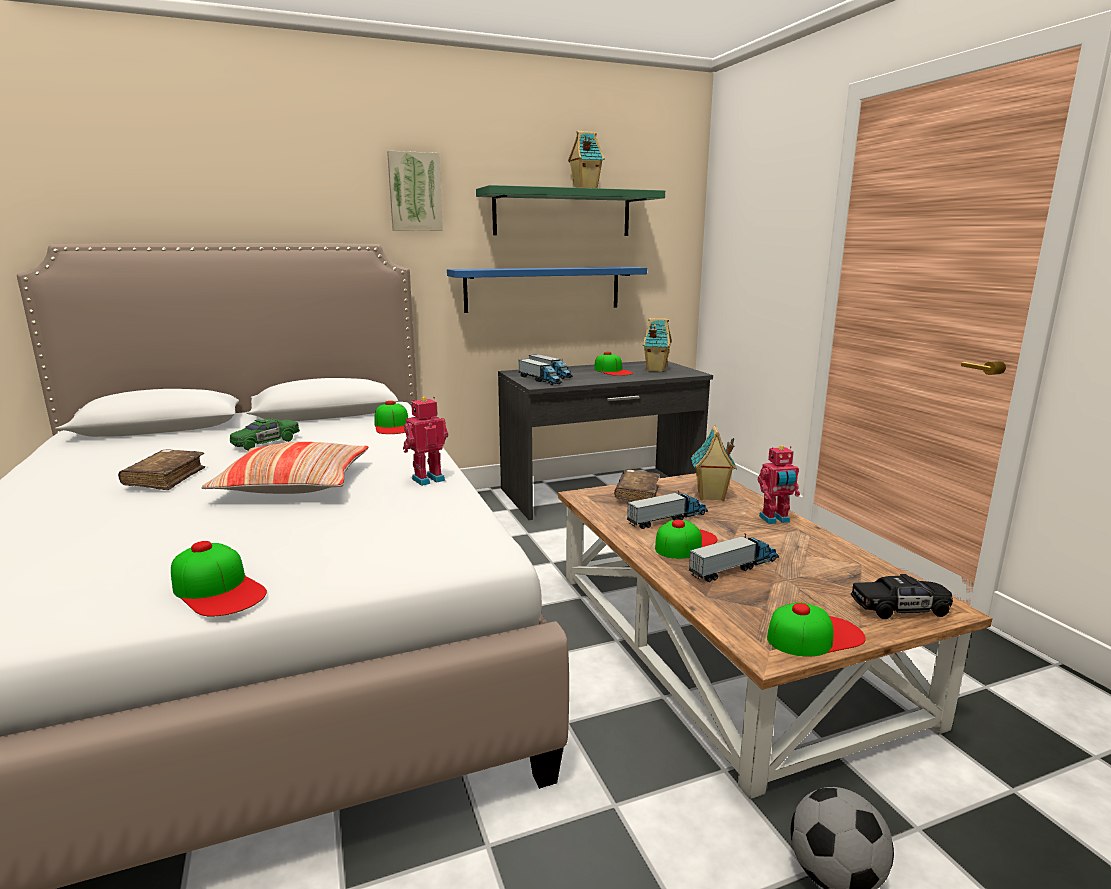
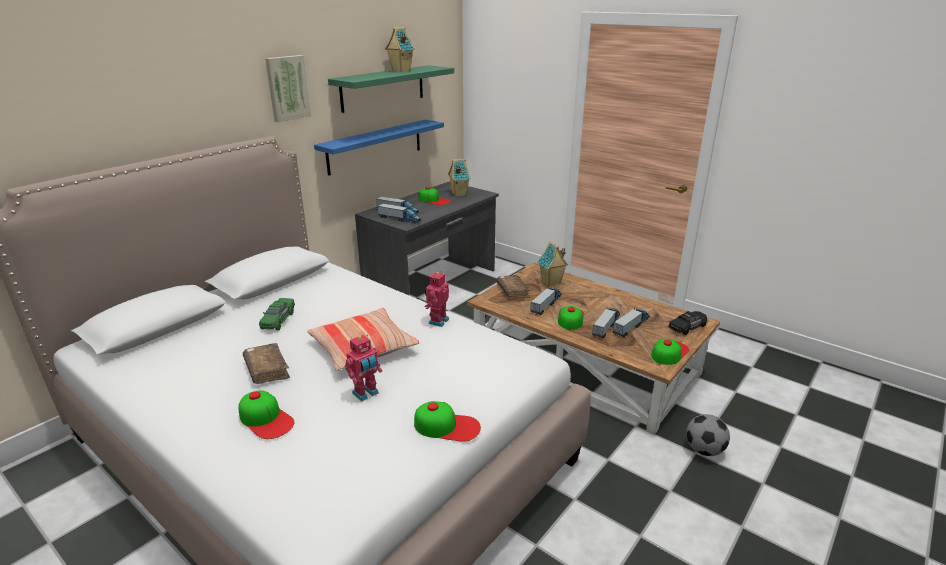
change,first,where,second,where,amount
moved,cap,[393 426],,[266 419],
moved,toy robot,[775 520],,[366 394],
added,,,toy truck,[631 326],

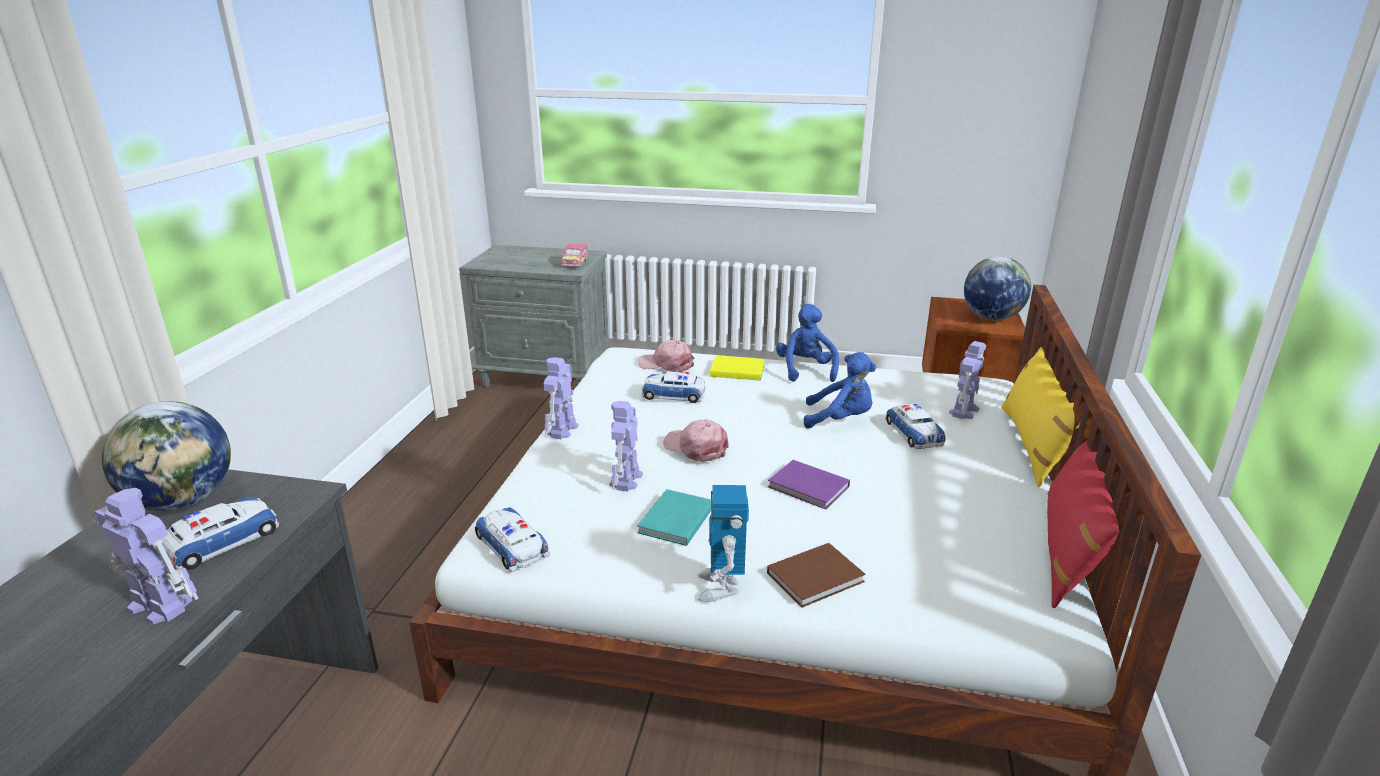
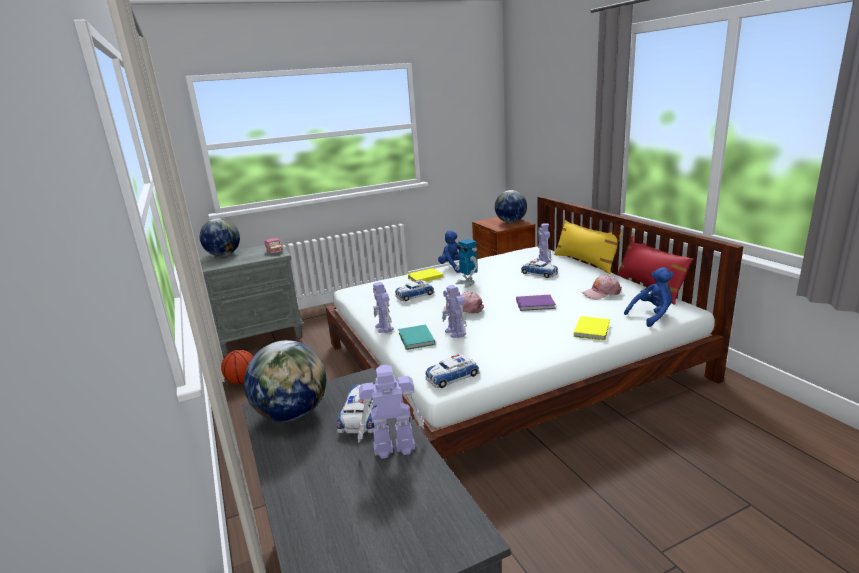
change,first,where,second,where,amount
added,,,globe,[223 255],
added,,,basketball,[242 381],
moved,turquoise book,[674 520],,[416 339],
turned,toy car,[511 545],,[452 376],45 degrees counterclockwise
moved,toy robot,[721 587],,[467 283],
recoloured,brown book,[818 577],yellow book,[592 329],
moved,pink cap,[666 364],,[601 293],
moved,blue plush toy,[840 419],,[652 316],

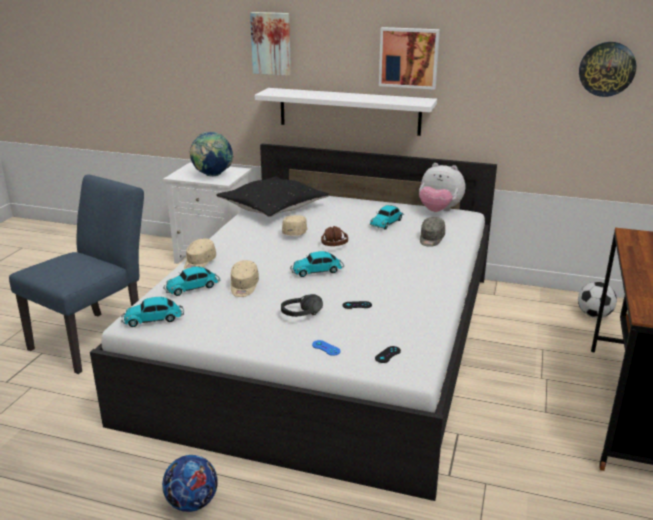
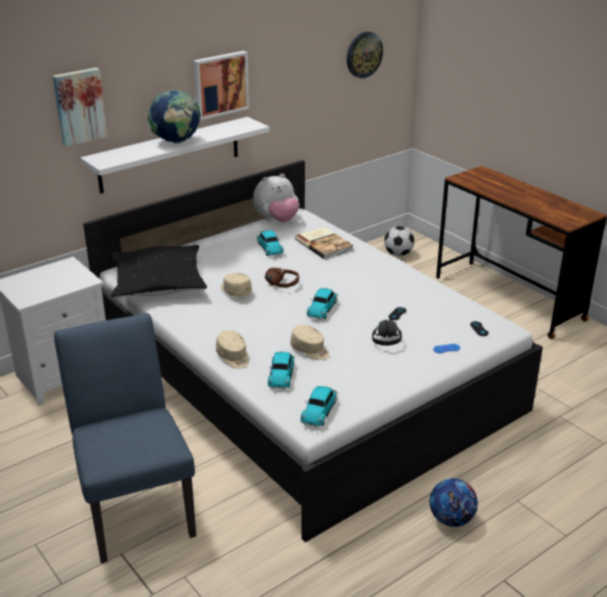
change,first,where,second,where,amount
moved,globe,[212 175],,[176 142],
replaced,grey cap,[431 239],book,[324 244],

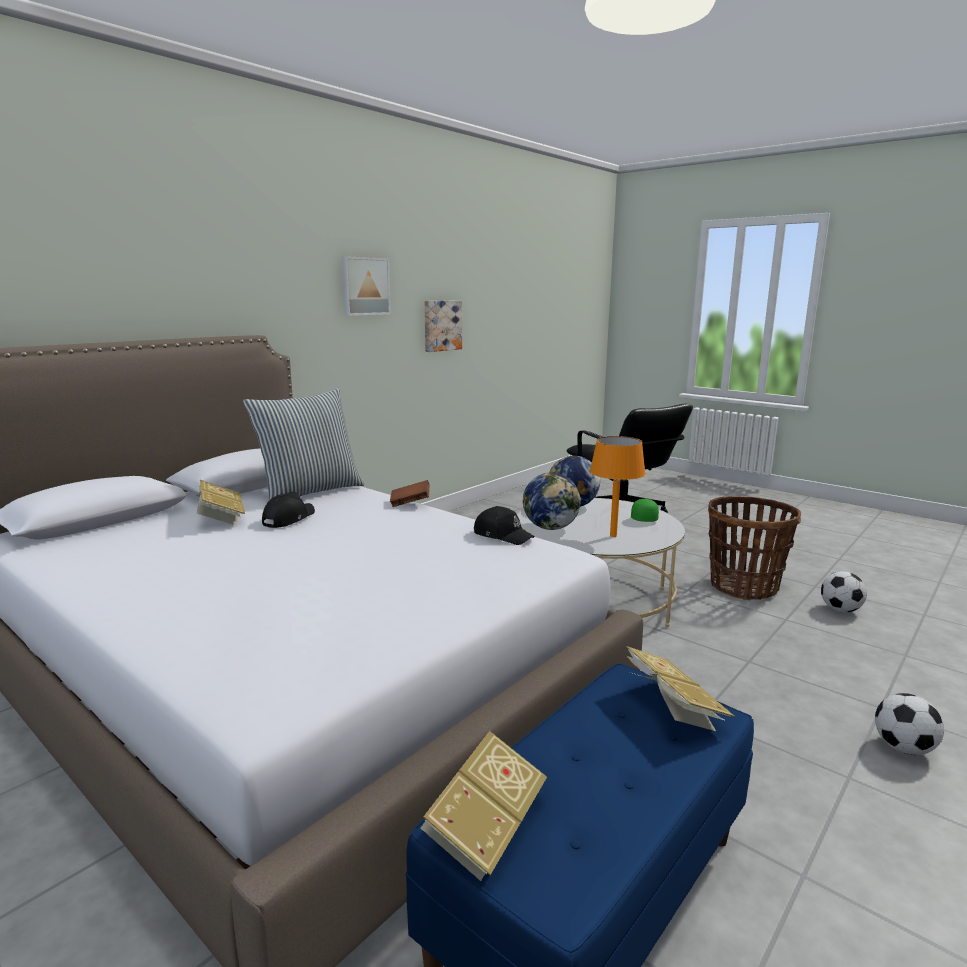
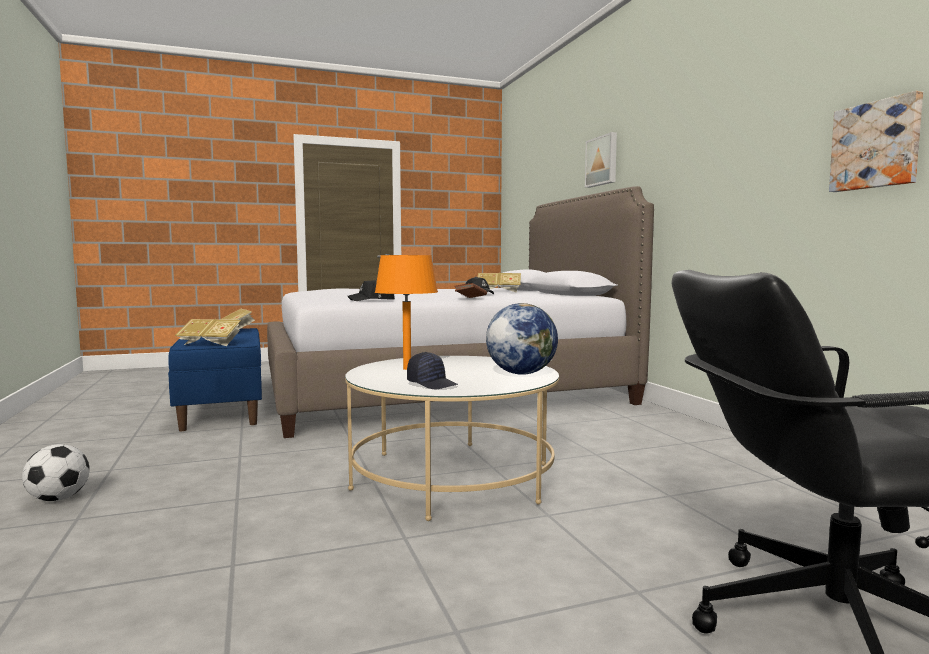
change,first,where,second,where,amount
recoloured,green cap,[643 518],black cap,[432 384],
moved,picture,[364 286],,[602 161],
removed,pillow,[310 492],,,
removed,globe,[551 528],,,
removed,basket,[743 587],,,
removed,football,[840 610],,,

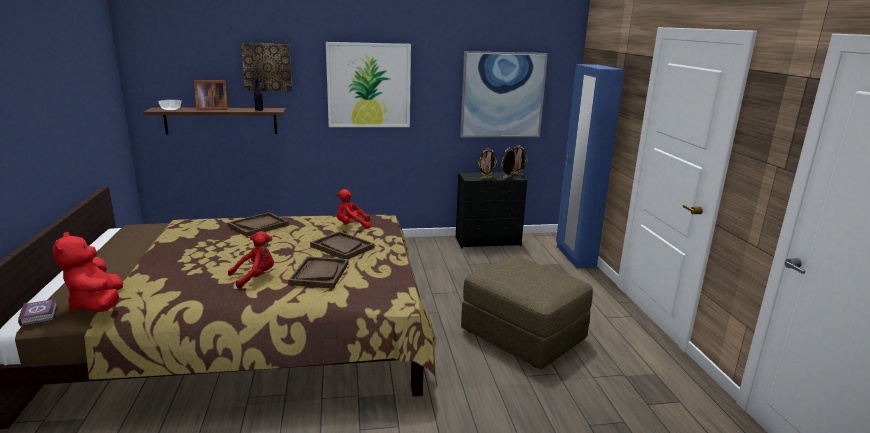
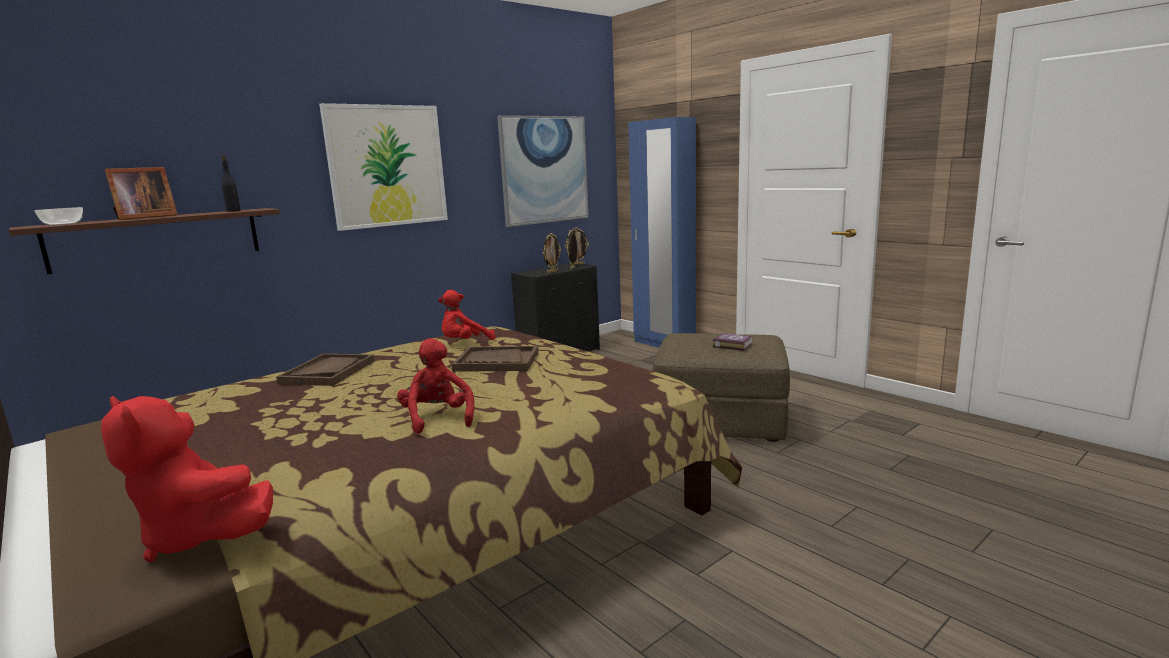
change,first,where,second,where,amount
turned,red plush toy,[255 277],,[438 418],45 degrees counterclockwise
moved,book,[40 315],,[732 345],
removed,picture,[267 67],,,
removed,brown tray,[319 274],,,

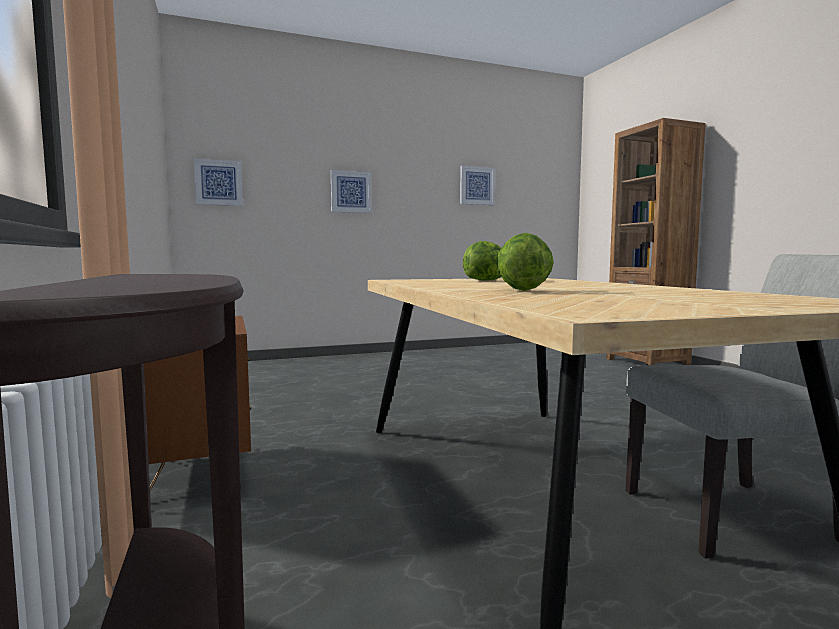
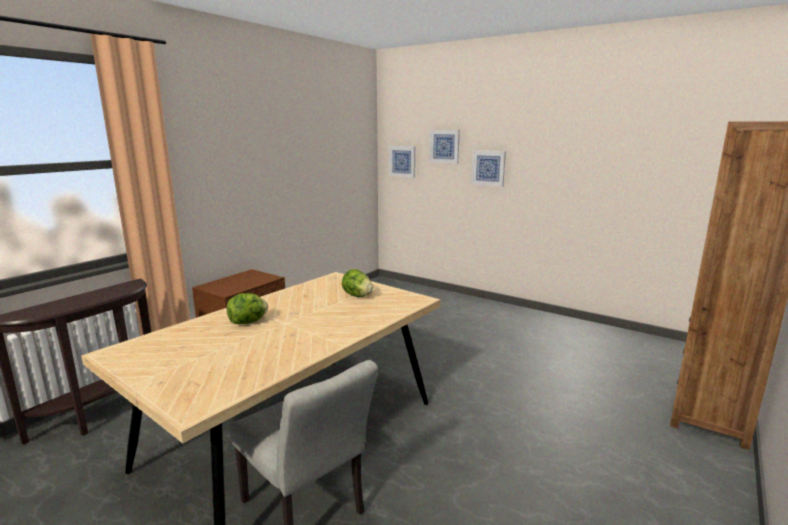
change,first,where,second,where,amount
moved,picture,[477 185],,[444 146],

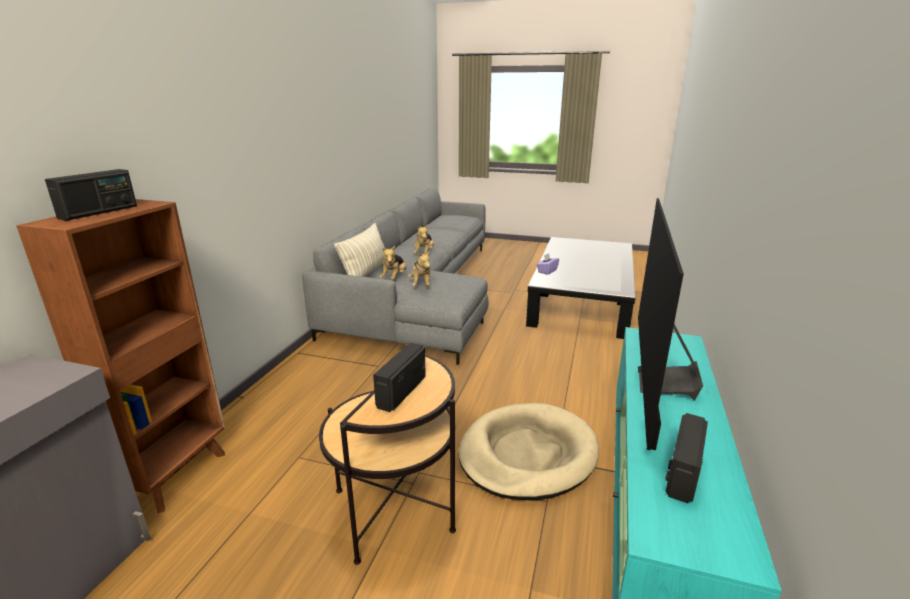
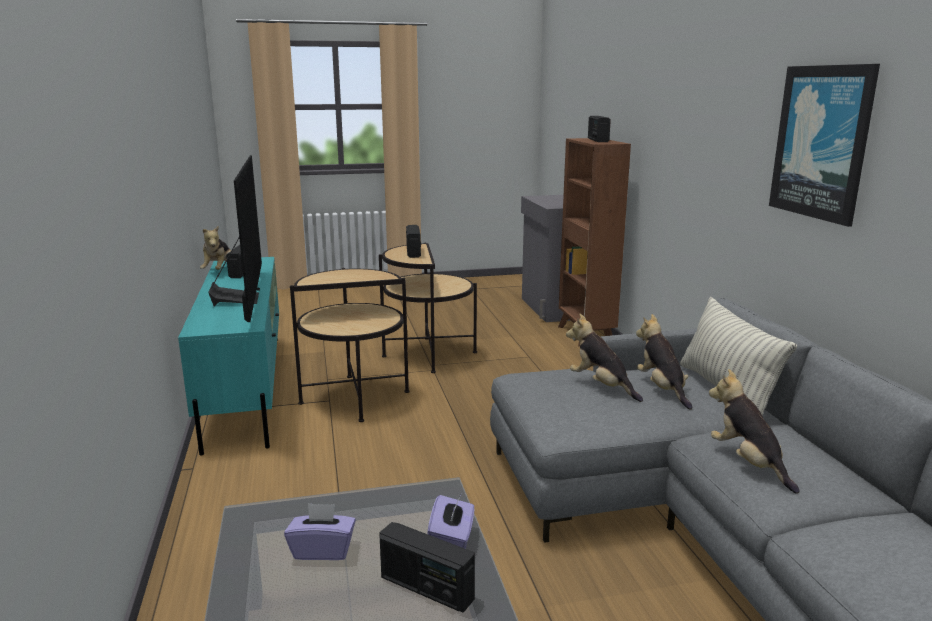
change,first,where,second,where,amount
added,,,plush toy,[219 270],
added,,,purple tissue box,[322 550],
replaced,beige dog bed,[527 454],side table,[354 397],
added,,,radio,[426 588],
added,,,picture,[822 142],

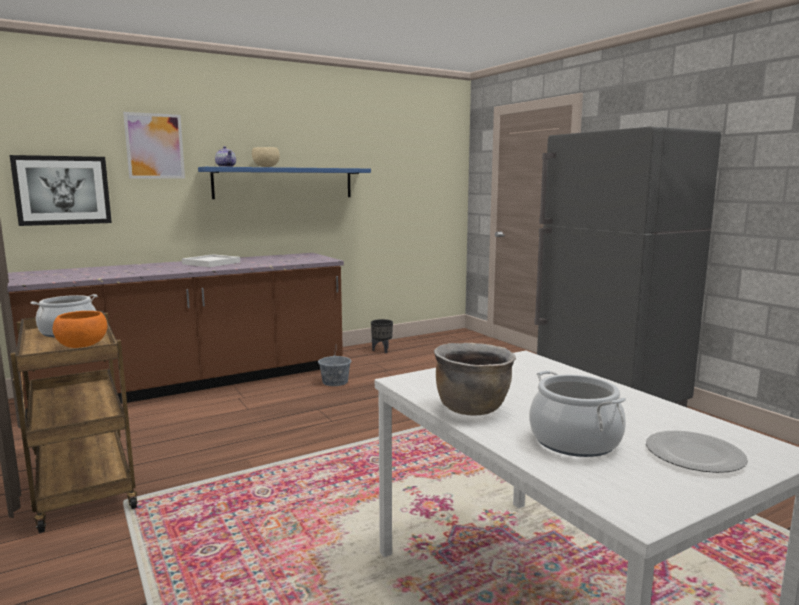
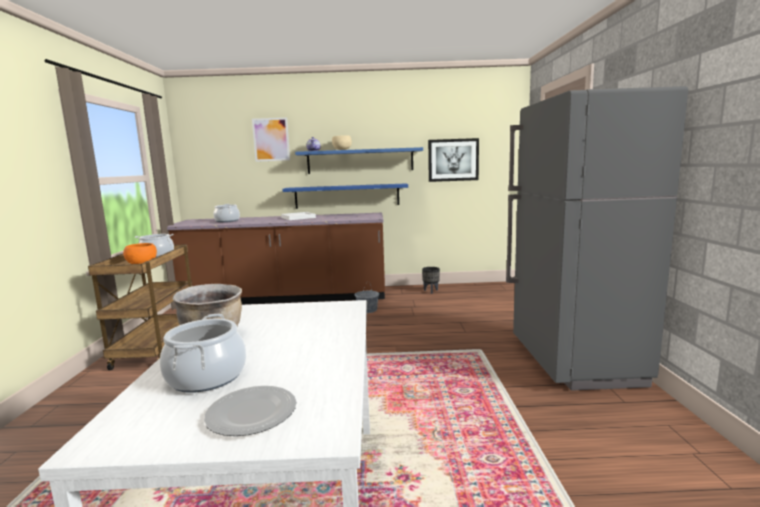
change,first,where,second,where,amount
added,,,cooking pot,[227 221],
added,,,blue shelf,[347 196],
moved,picture,[62 190],,[453 160],

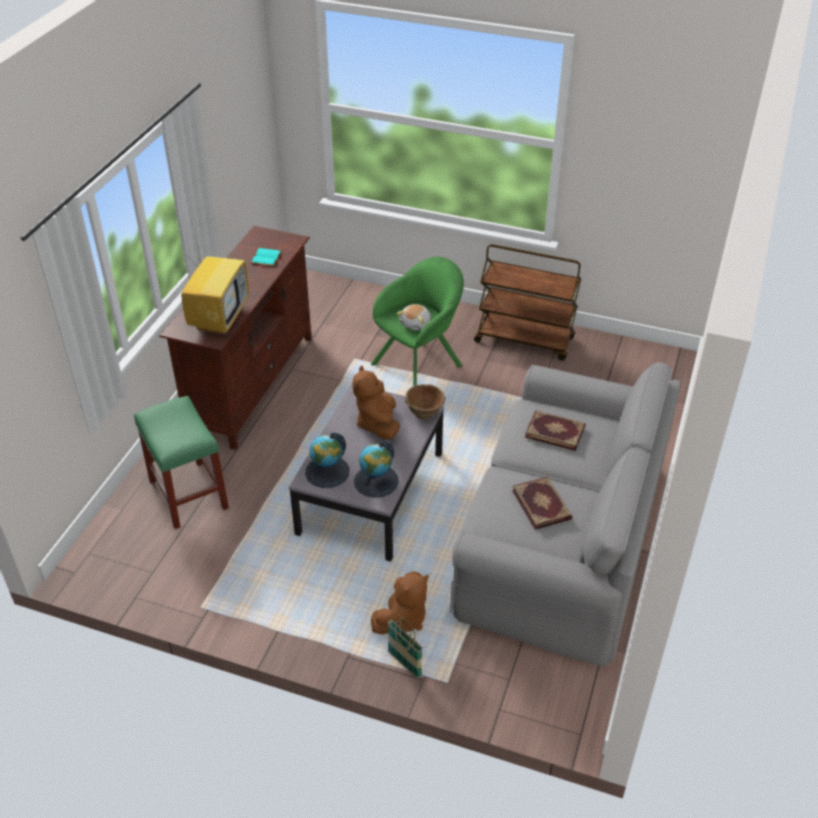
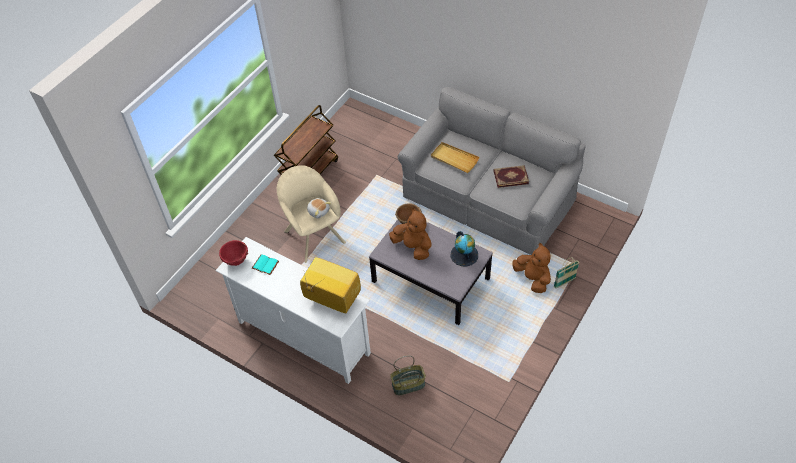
change,first,where,second,where,amount
recoloured,brown tv stand,[251 384],white tv stand,[303 338],
added,,,red bowl,[236 260],
recoloured,green armchair,[420 363],beige armchair,[313 234],
turned,brown plush toy,[378 424],,[413 247],150 degrees counterclockwise
replaced,green stool,[189 495],basket,[408 384],
replaced,book,[555 431],beige tray,[454 159],
removed,globe,[327 472],,,

